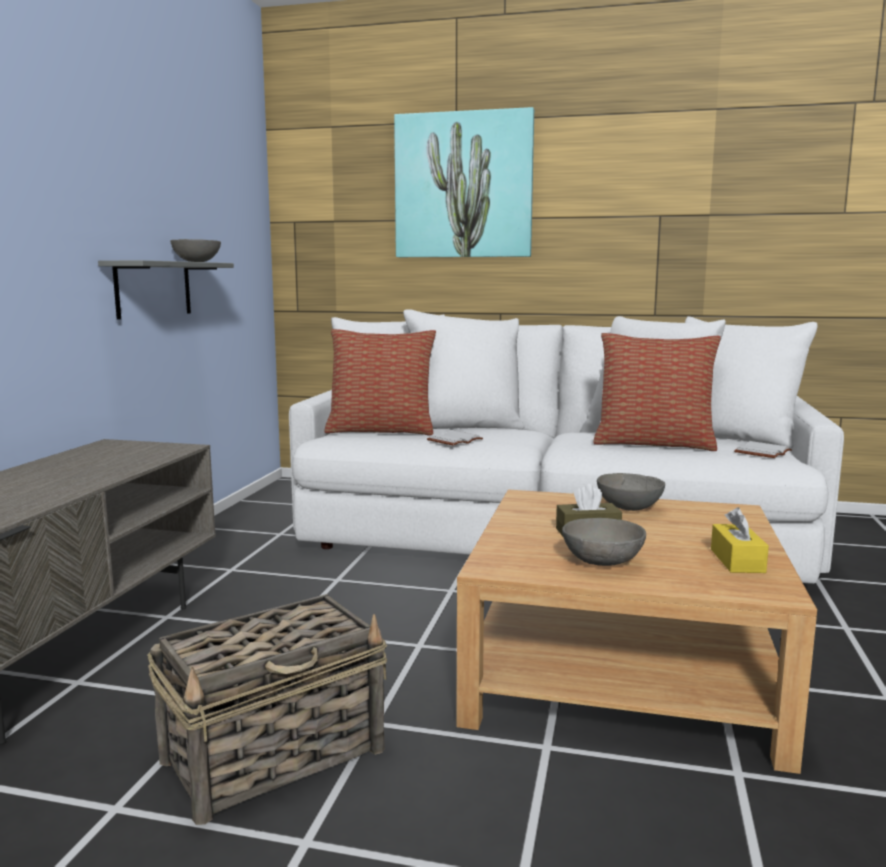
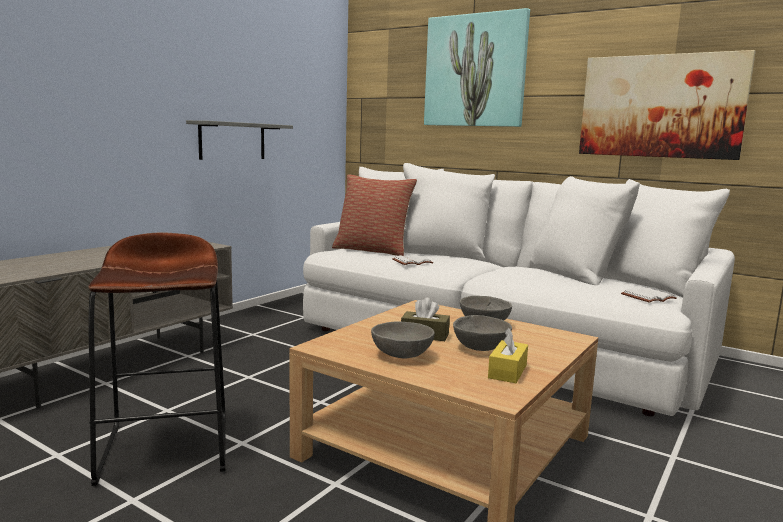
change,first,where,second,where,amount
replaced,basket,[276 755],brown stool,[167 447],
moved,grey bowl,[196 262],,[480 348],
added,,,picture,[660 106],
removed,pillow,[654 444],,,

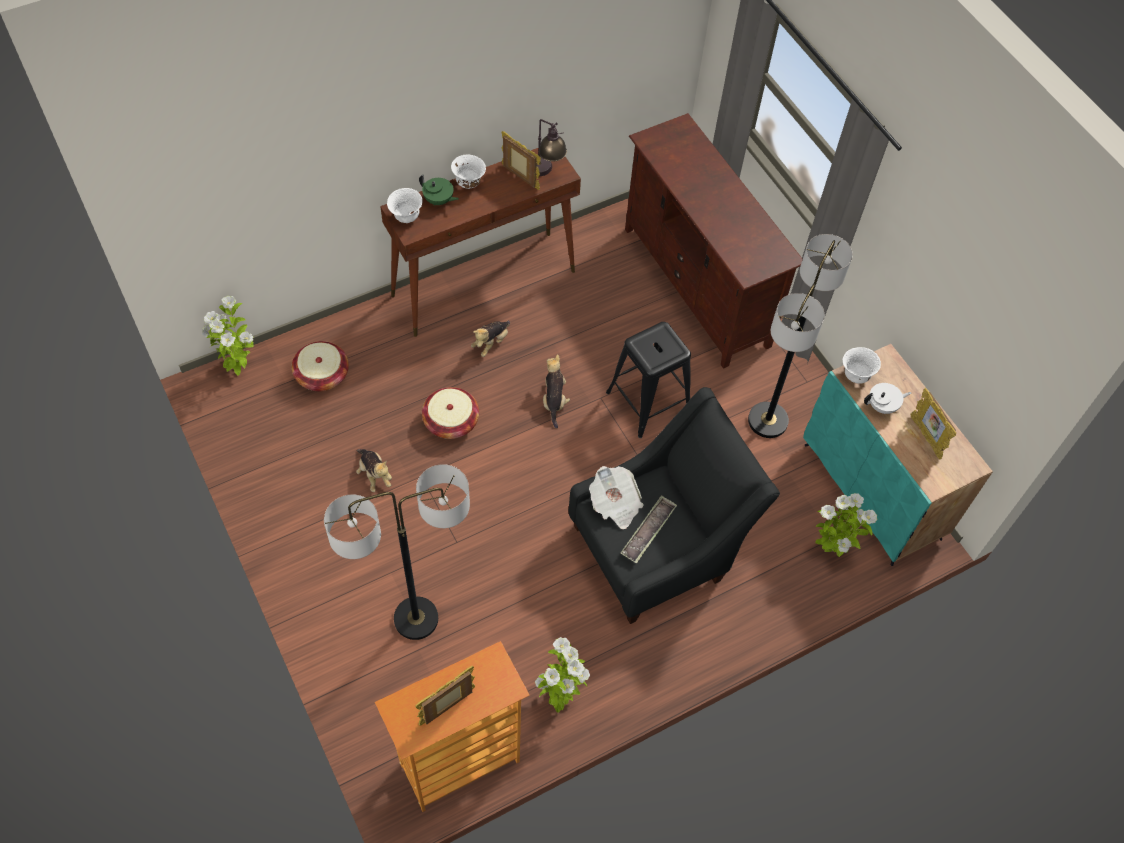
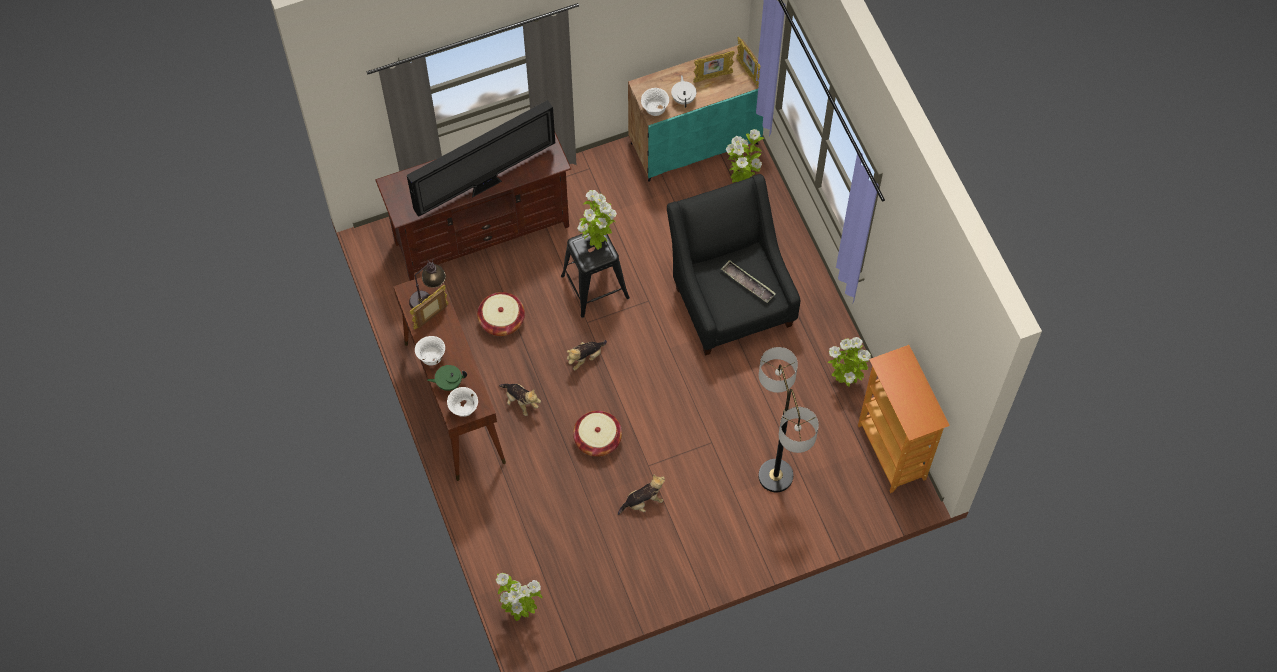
change,first,where,second,where,amount
added,,,television,[486 184],
turned,green teapot,[438 200],,[448 383],135 degrees counterclockwise
moved,basket,[322 375],,[501 320],
turned,plush toy,[554 400],,[585 357],45 degrees counterclockwise
added,,,potted plant,[596 242],
moved,picture frame,[448 707],,[748 72],
removed,newspaper,[615 504],,,
removed,floor lamp,[767 421],,,

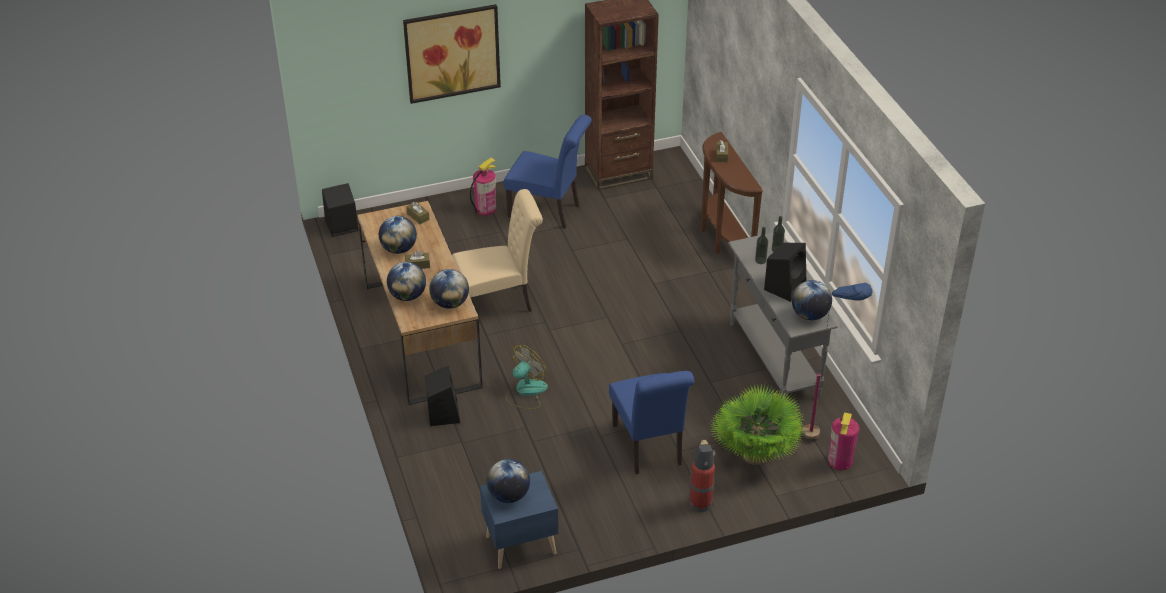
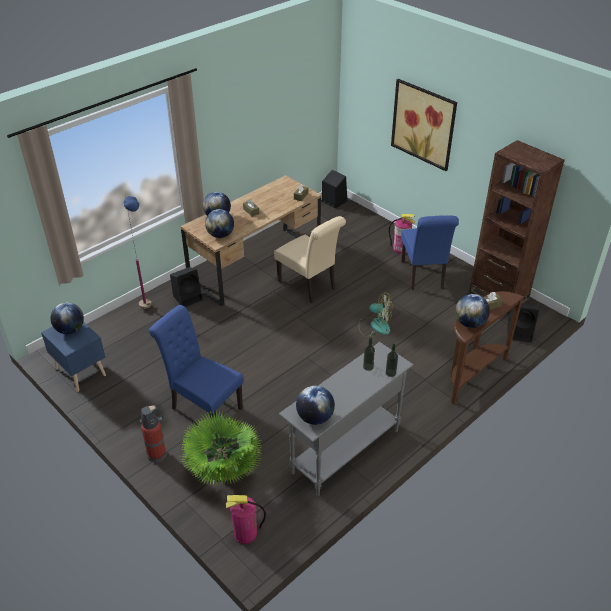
change,first,where,second,where,amount
moved,blue floor lamp,[825 435],,[149 313],
turned,blue chair,[649 448],,[203 407],75 degrees clockwise
moved,fan,[525 392],,[375 325],
moved,globe,[399 249],,[469 323],
moved,black speaker,[785 287],,[520 333],

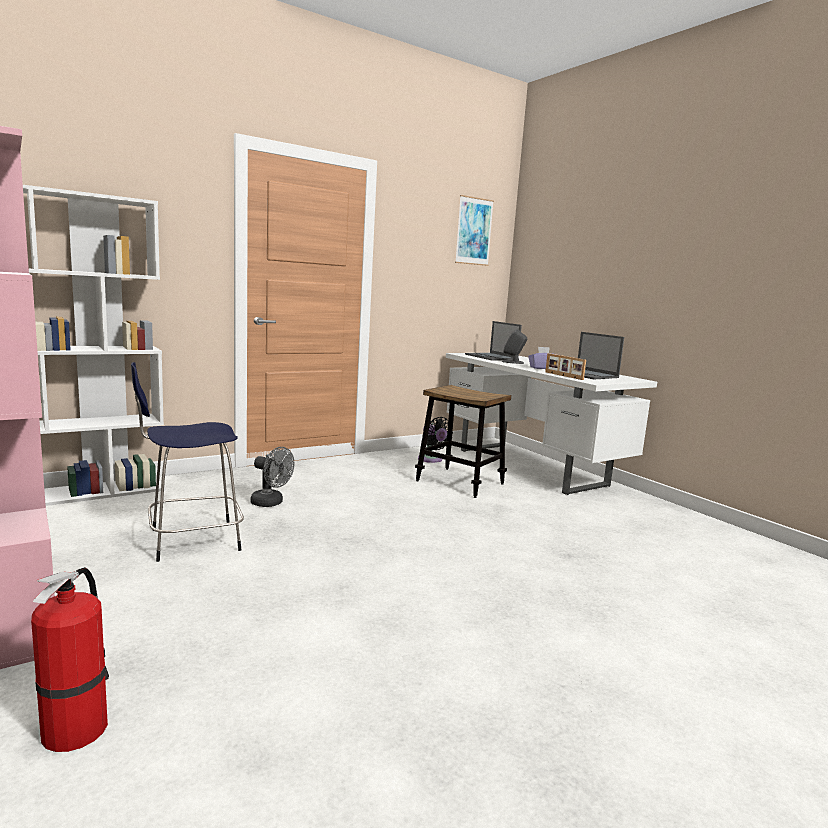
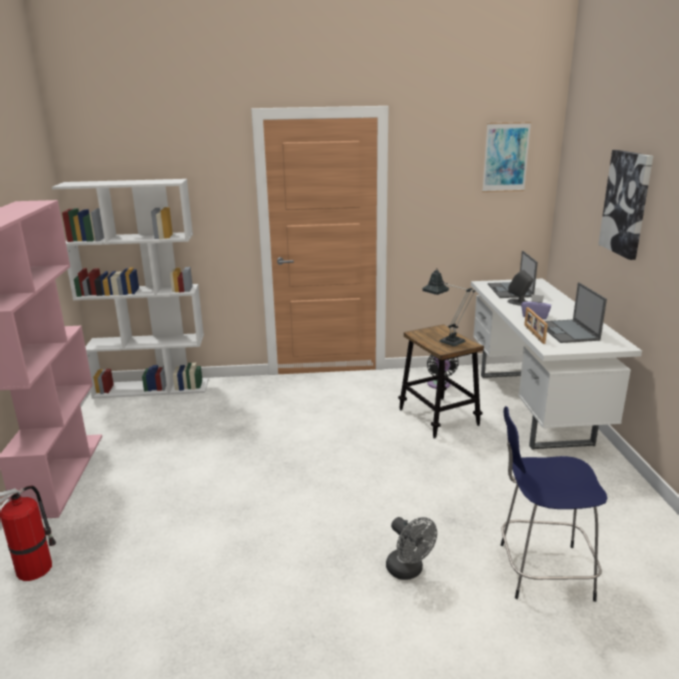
change,first,where,second,where,amount
moved,grey fan,[271 503],,[408 571],
added,,,table lamp,[447 341],
moved,blue stool,[191 540],,[541 571],
added,,,picture,[626 203],

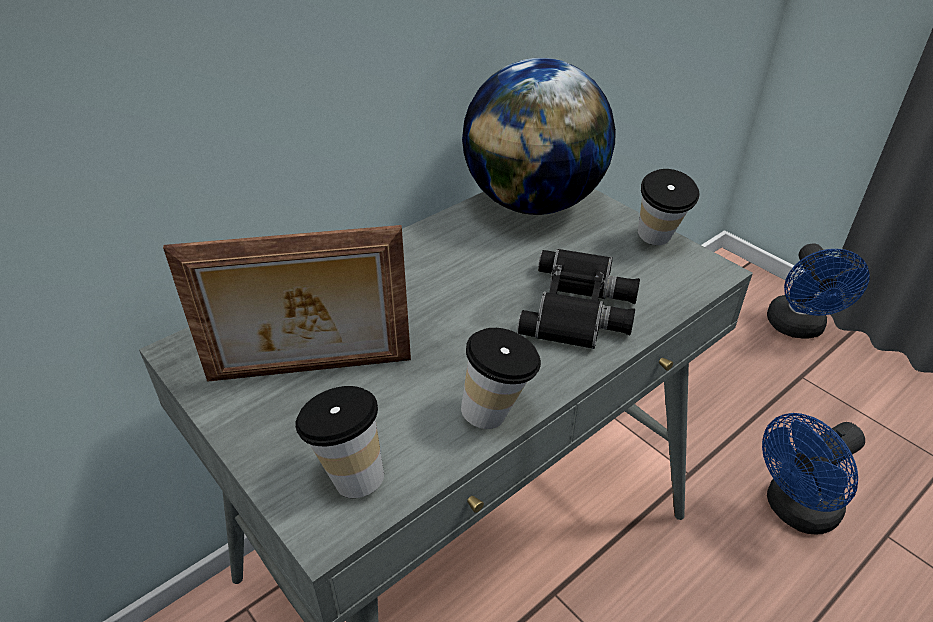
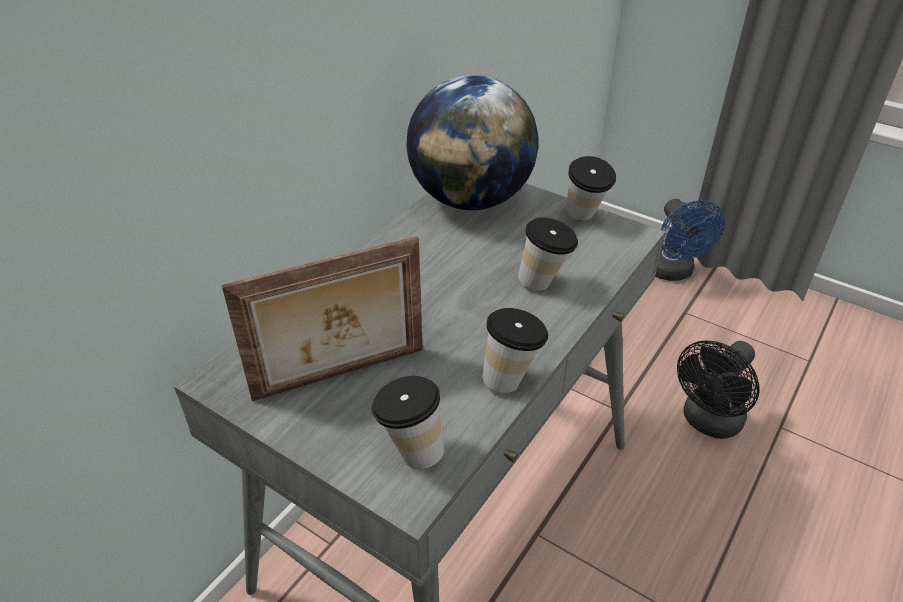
change,first,where,second,where,amount
replaced,black binoculars,[581 308],cup,[544 282],
recoloured,blue fan,[795 510],black fan,[708 422],

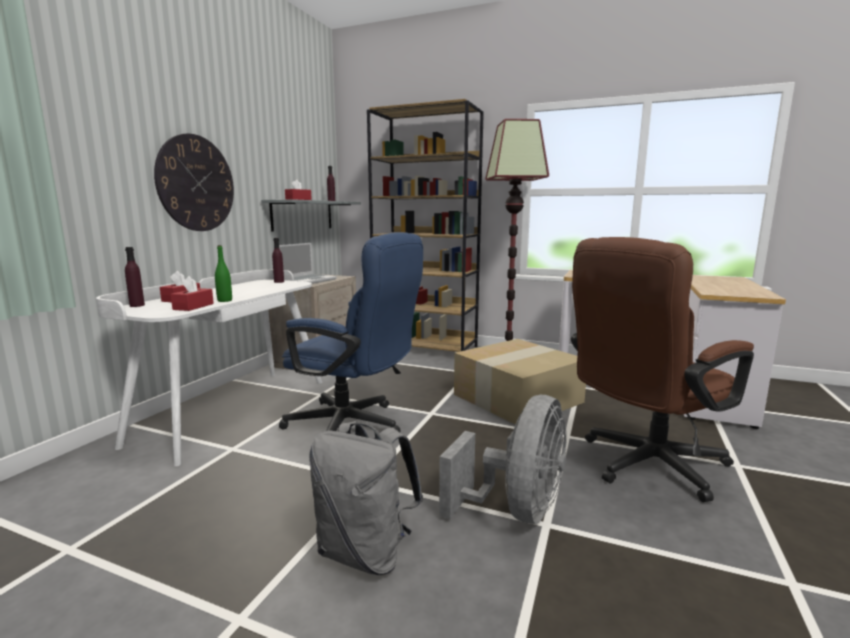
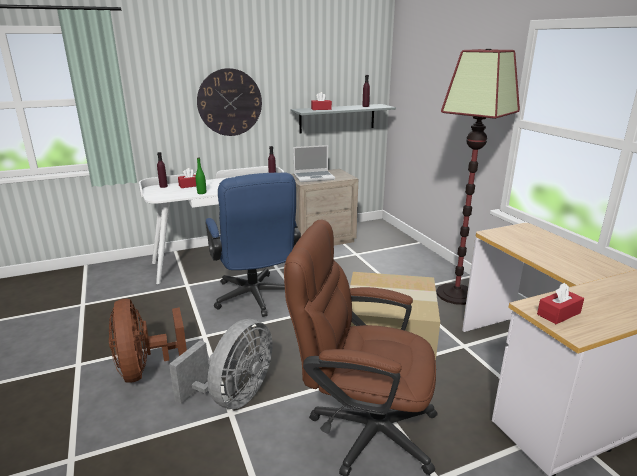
change,first,where,second,where,amount
replaced,grey backpack,[366 552],brown fan,[145 369],
turned,grey fan,[516 510],,[233 396],45 degrees counterclockwise
moved,red tissue box,[193 306],,[558 313],
removed,brown bookcase,[426 348],,,

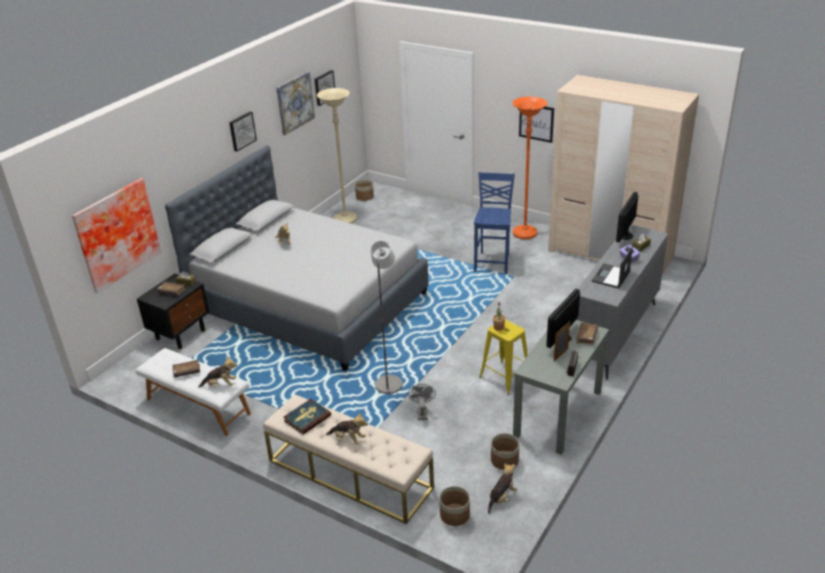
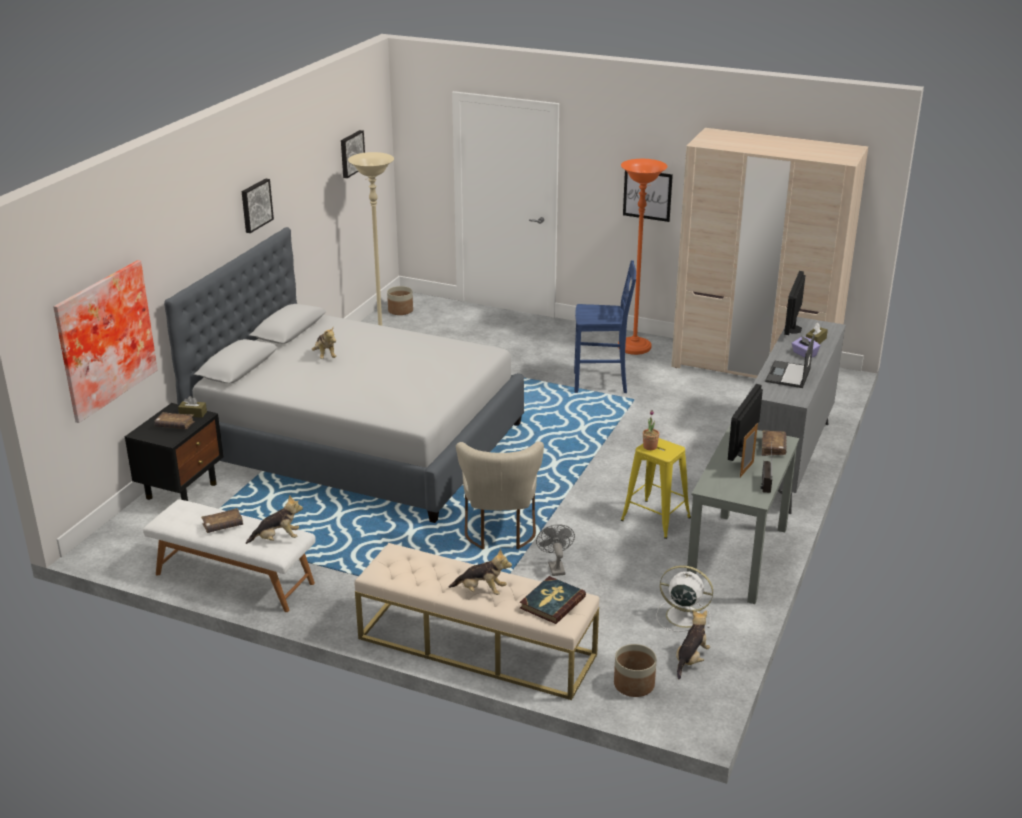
change,first,where,second,where,amount
replaced,grey floor lamp,[389 381],beige chair,[500 532],
moved,book,[307 418],,[552 602],
turned,blue chair,[493 262],,[601 383],90 degrees clockwise
replaced,planter,[504 460],white fan,[682 616],
removed,picture,[295 102],,,

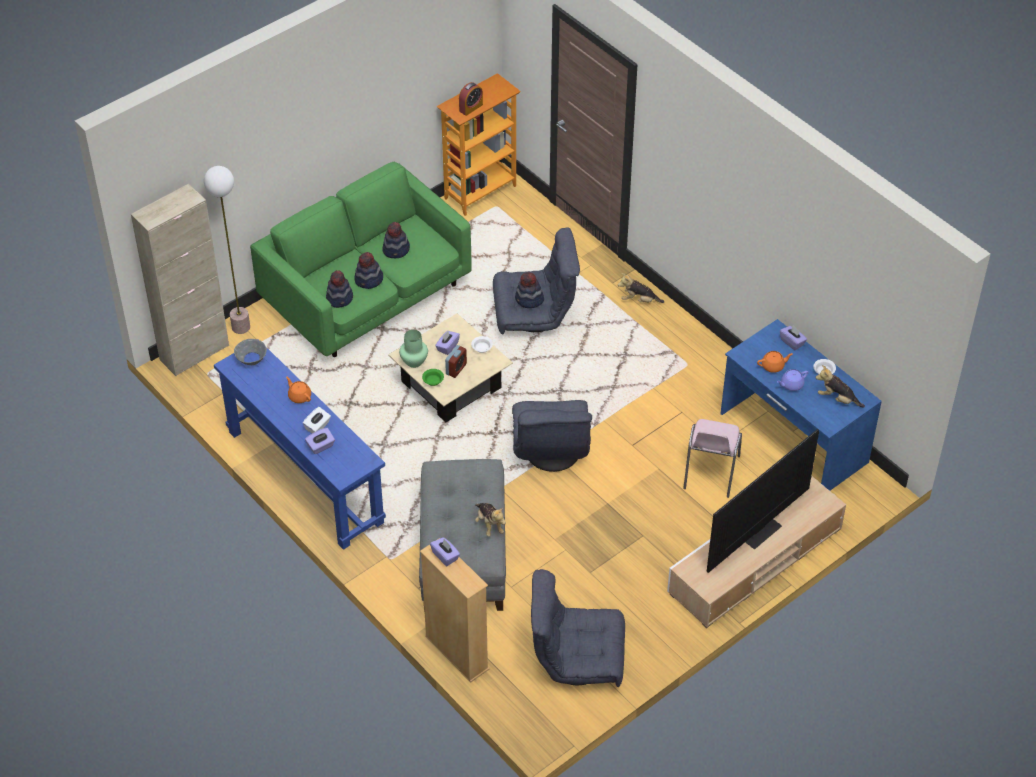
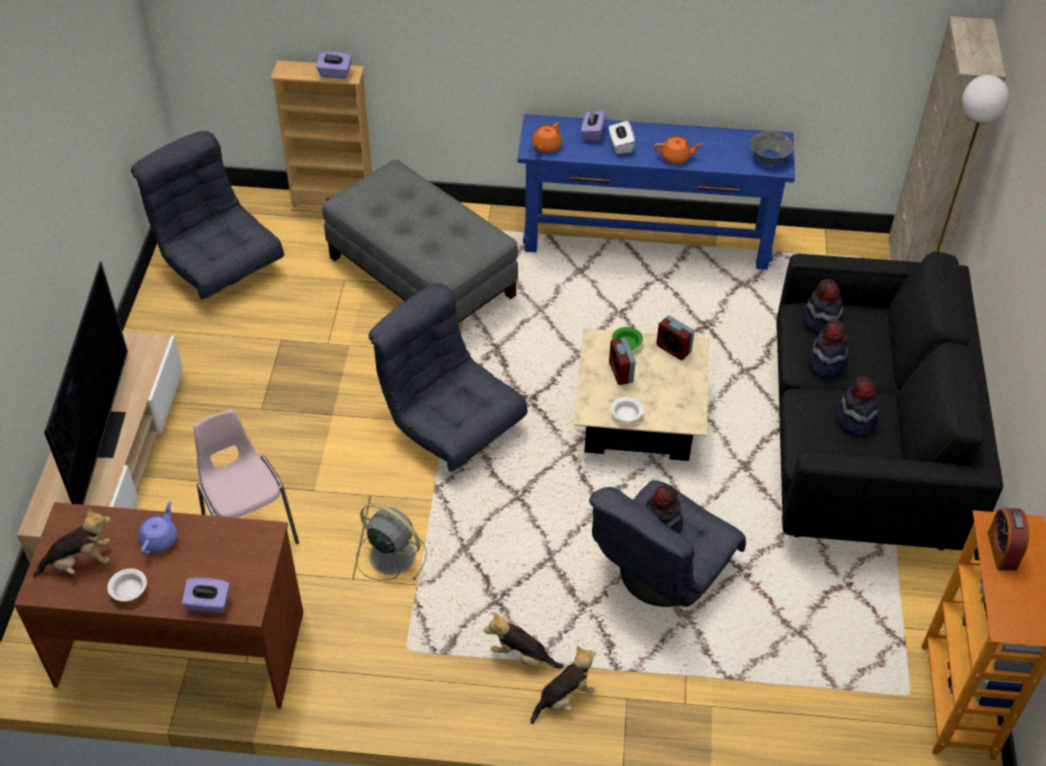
change,first,where,second,where,amount
recoloured,blue desk,[792 438],brown desk,[181 646],
turned,grey armchair,[577 659],,[218 264],90 degrees counterclockwise
added,,,grey fan,[390 554],
moved,plush toy,[489 524],,[522 656],
moved,orange teapot,[773 366],,[546 146],
replaced,green vase,[413 361],alarm clock,[673 349],
recoloured,green sofa,[367 295],black sofa,[861 447],
removed,purple tissue box,[447 347],,,

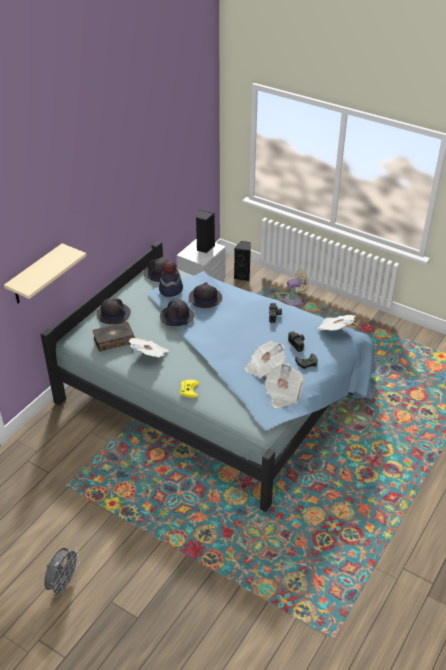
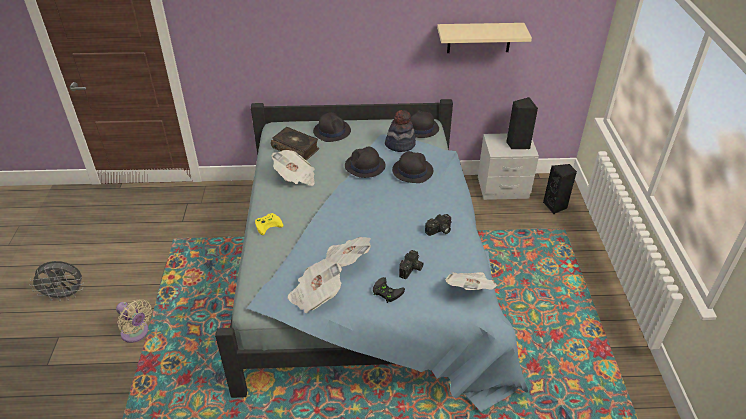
change,first,where,second,where,amount
moved,beige fan,[295 299],,[137 333],
moved,beige shelf,[36 275],,[479 38],

